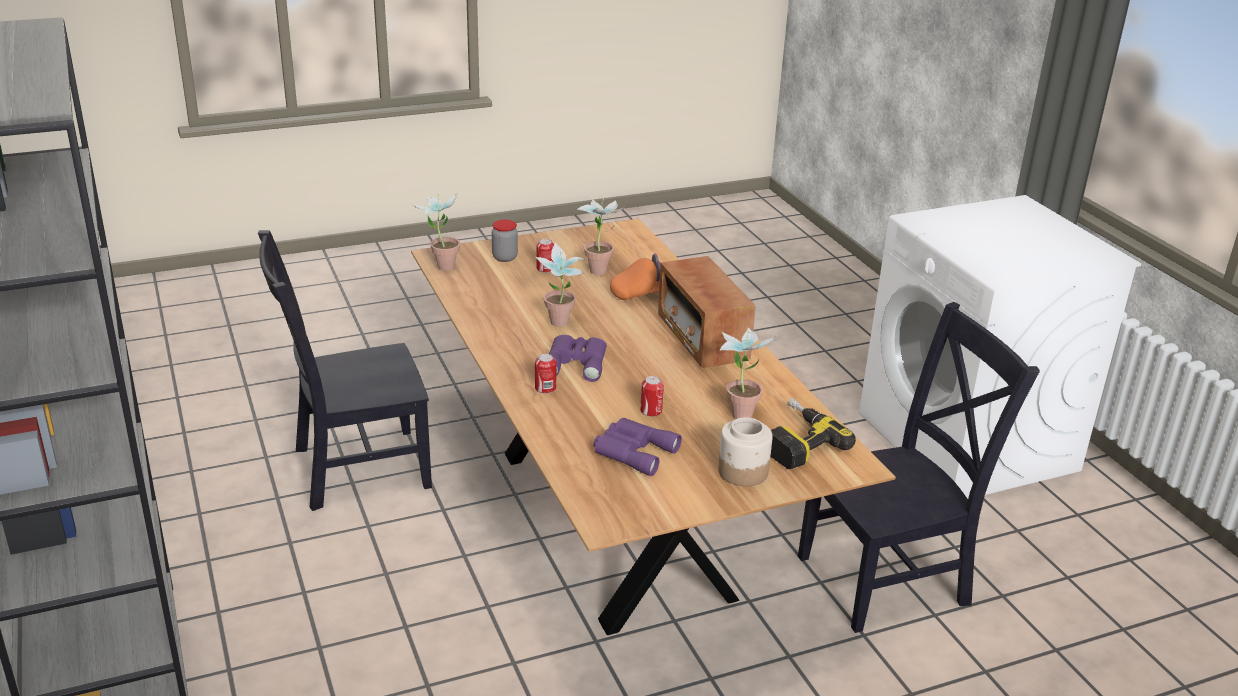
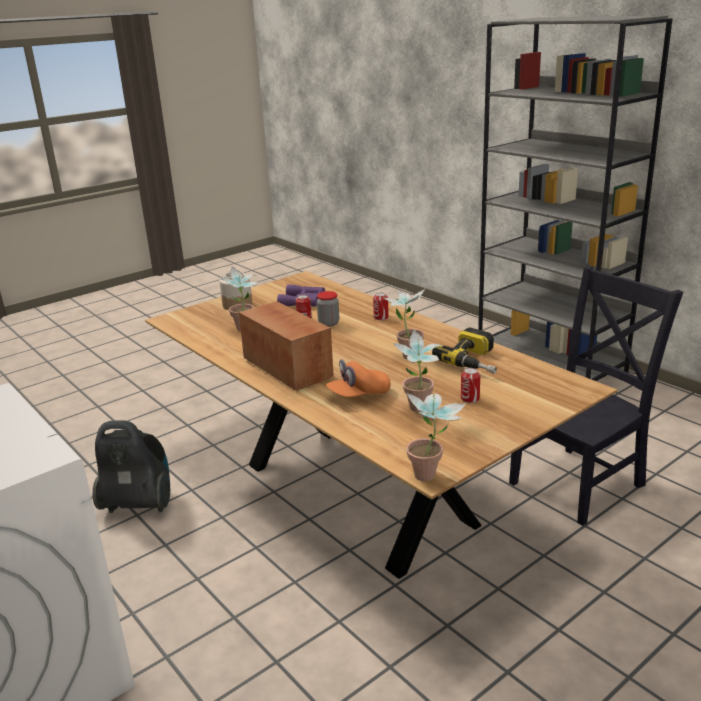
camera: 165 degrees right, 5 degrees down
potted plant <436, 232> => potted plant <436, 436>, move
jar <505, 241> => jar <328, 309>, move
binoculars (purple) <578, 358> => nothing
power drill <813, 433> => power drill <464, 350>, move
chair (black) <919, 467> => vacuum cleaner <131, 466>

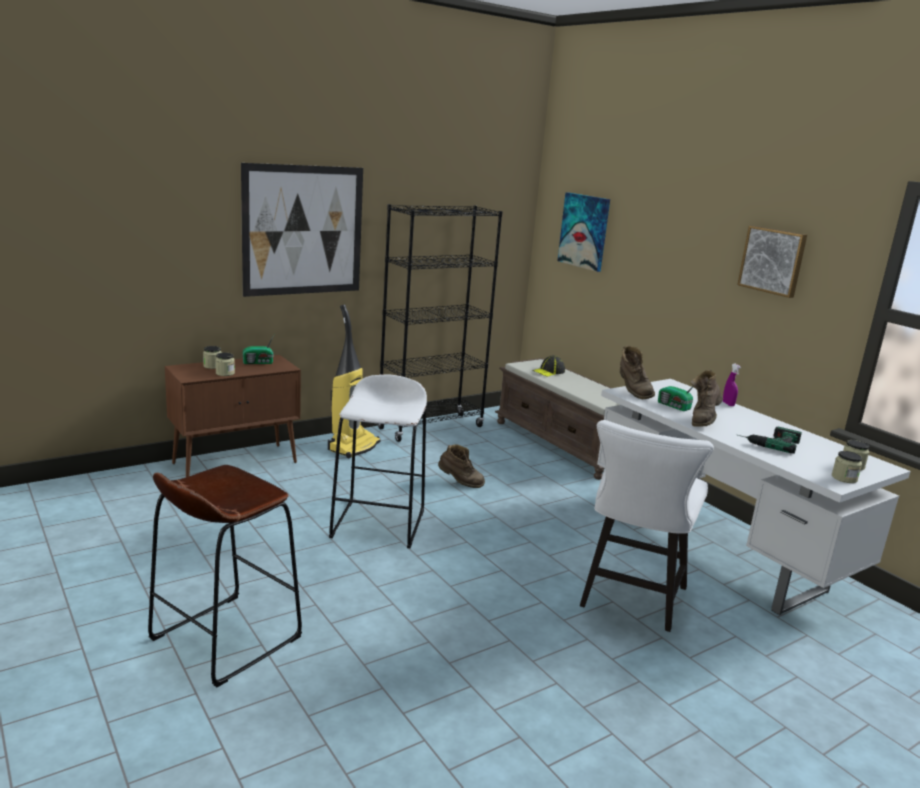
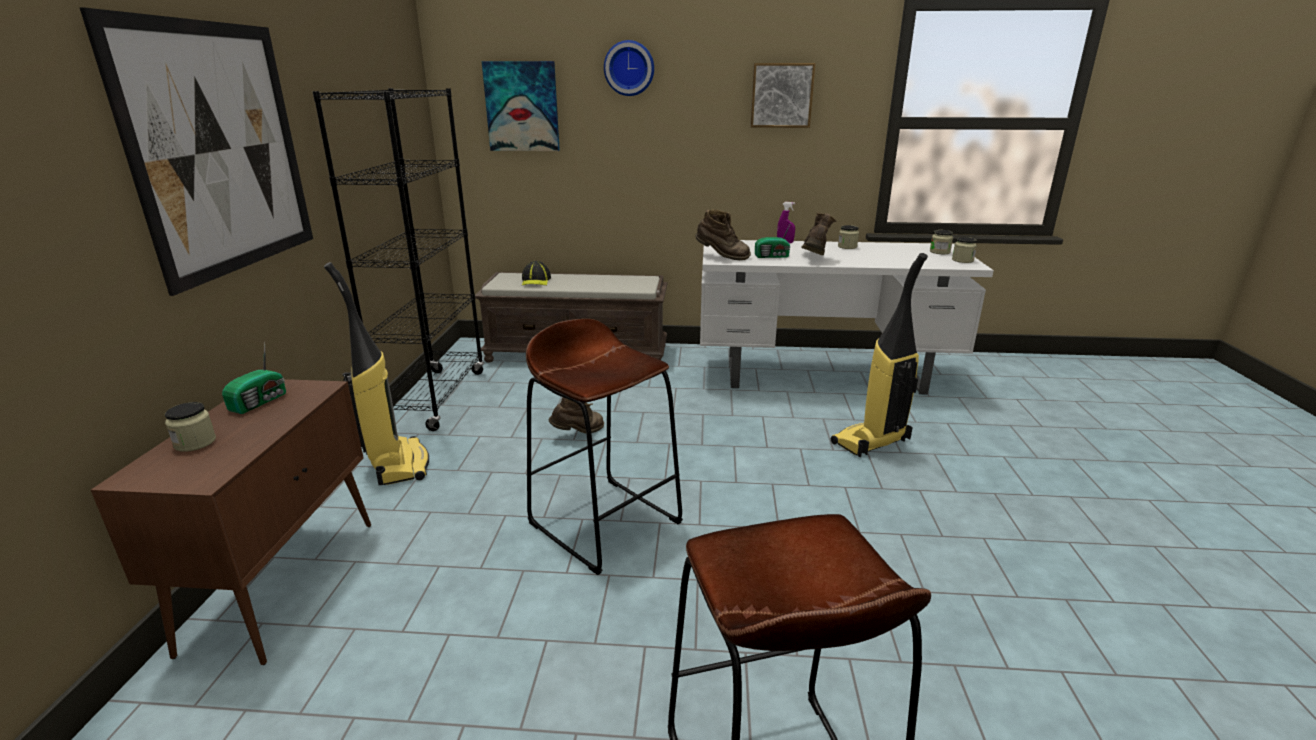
camera: 50 degrees left, 5 degrees up
jar <225, 364> => jar <848, 237>, move
stool (white) <378, 461> => stool (brown) <604, 447>
chair (white) <647, 526> => vacuum cleaner <879, 355>
boot (brown) <706, 398> => boot (brown) <819, 233>, 150 degrees counterclockwise
power drill <770, 440> => nothing
nothing => wall clock <629, 68>

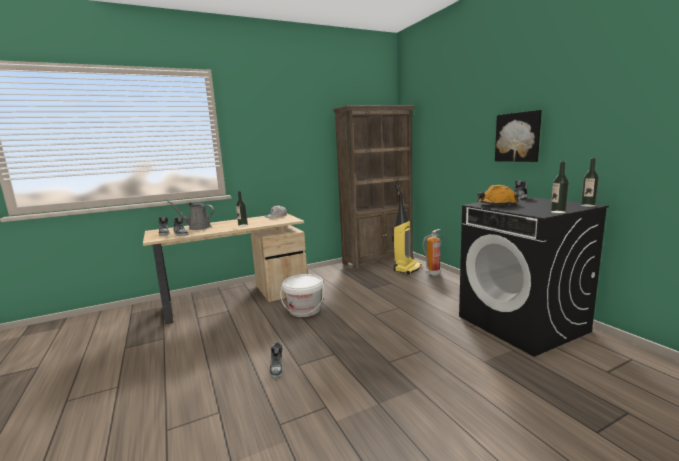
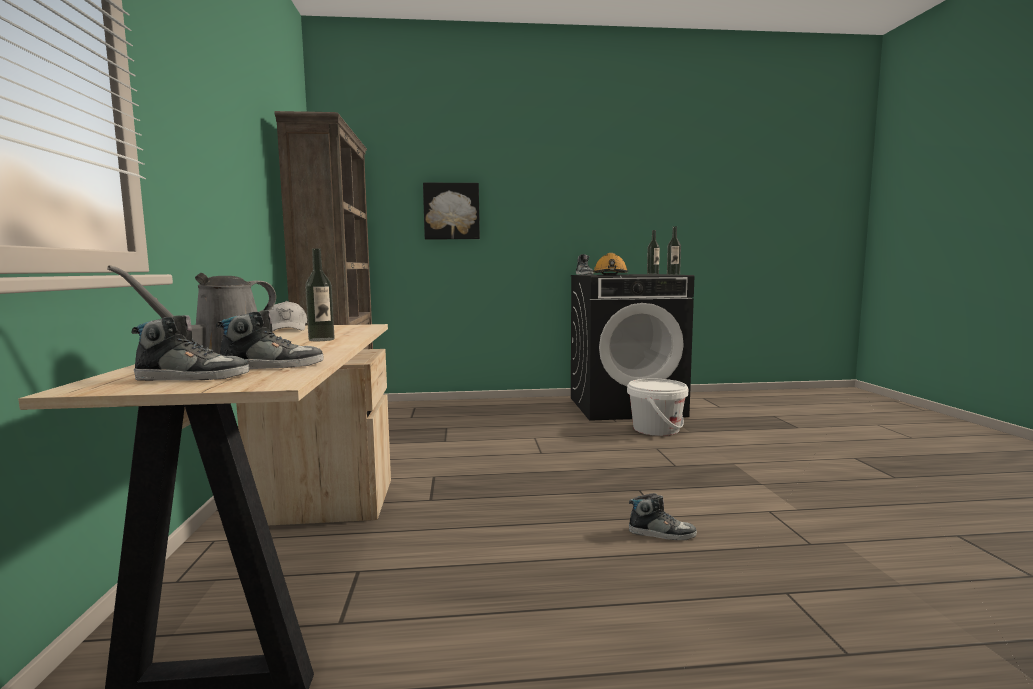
camera: 70 degrees left, 5 degrees down
bucket (white) <302, 295> => bucket (white) <657, 407>, move
vacuum cleaner <407, 229> => nothing
fire extinguisher <431, 252> => nothing
picture <518, 136> => picture <451, 211>, move

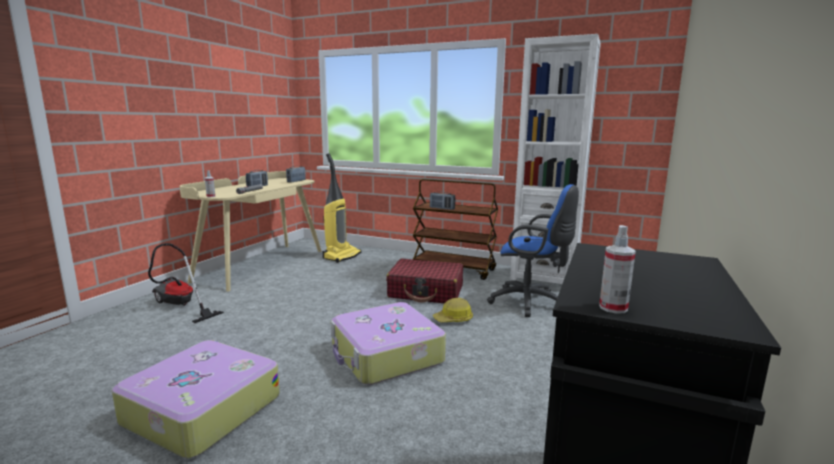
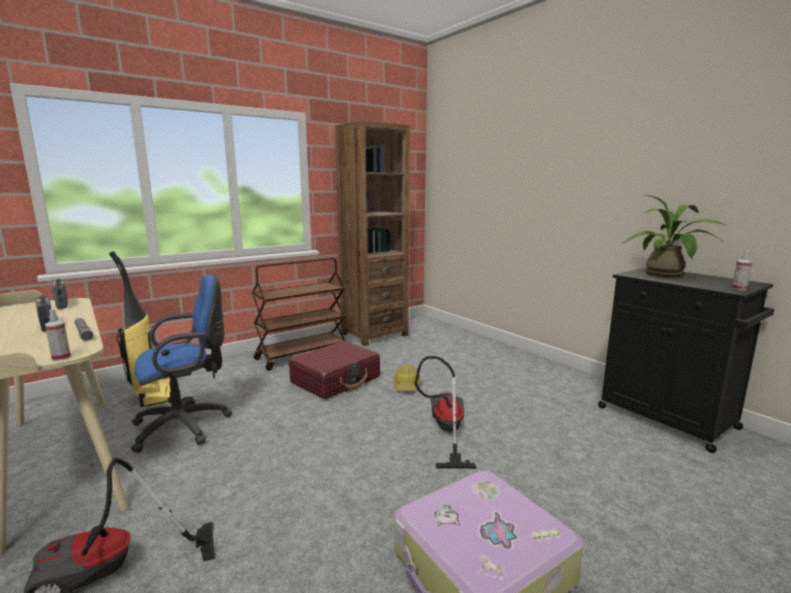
camera: 60 degrees left, 0 degrees up
suitcase <388, 343> => vacuum cleaner <446, 412>
radio <442, 201> => nothing
office chair (blue) <533, 250> => office chair (blue) <181, 363>, move
bookcase (white) <555, 159> => bookcase (brown) <372, 233>
nothing => potted plant <674, 236>

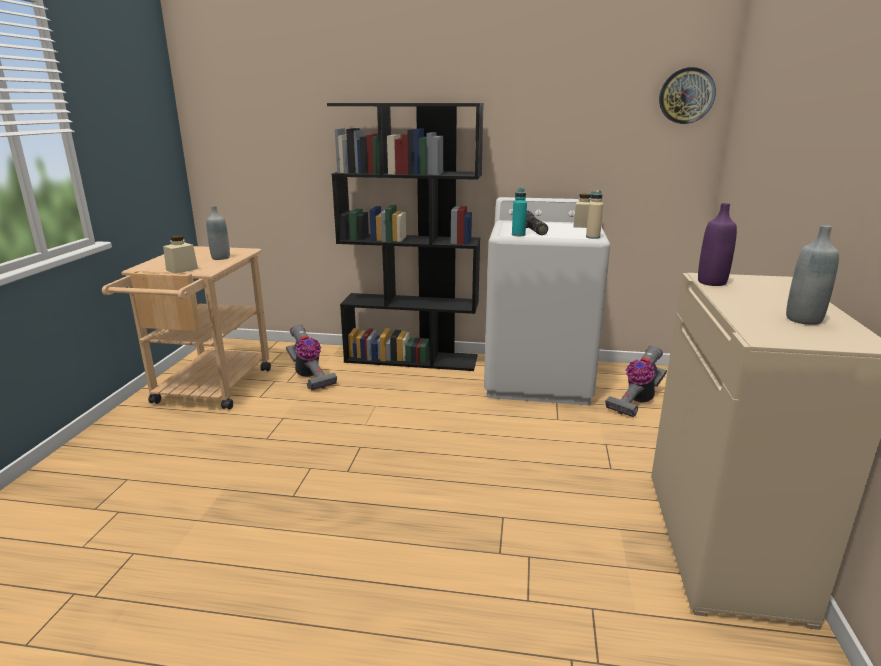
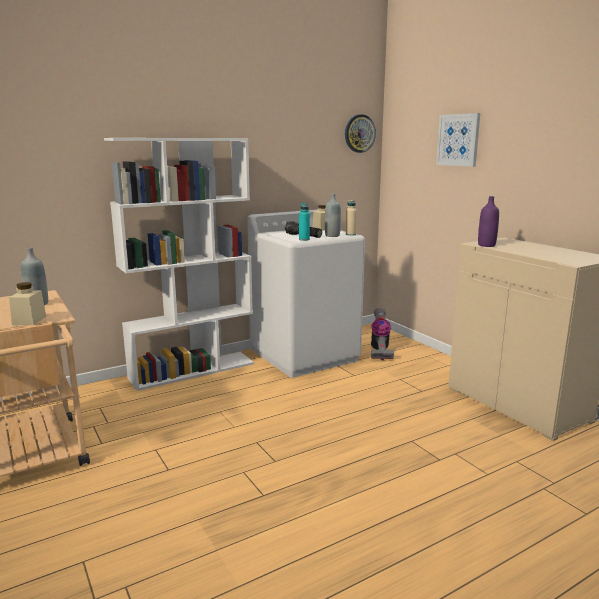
camera: 40 degrees left, 5 degrees down
vacuum cleaner <311, 357> => nothing
bookcase (black) <405, 237> => bookcase (white) <179, 264>
bottle (grey) <812, 275> => bottle (grey) <333, 215>, move
nothing => picture <458, 140>

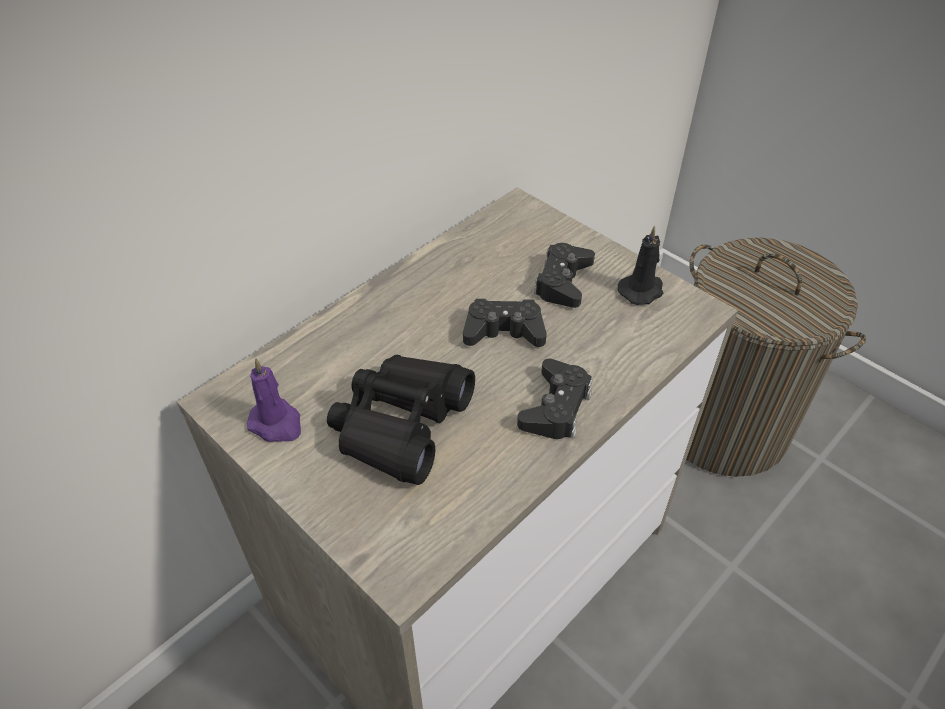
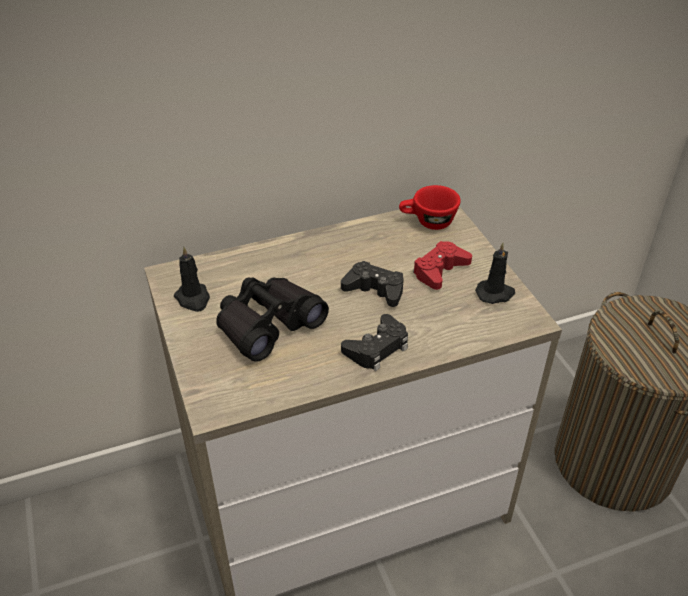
camera: 25 degrees right, 5 degrees down
candle (purple) <274, 400> => candle (black) <192, 279>
game controller (black) <564, 275> => game controller (red) <442, 265>
nothing => cup (red) <430, 207>

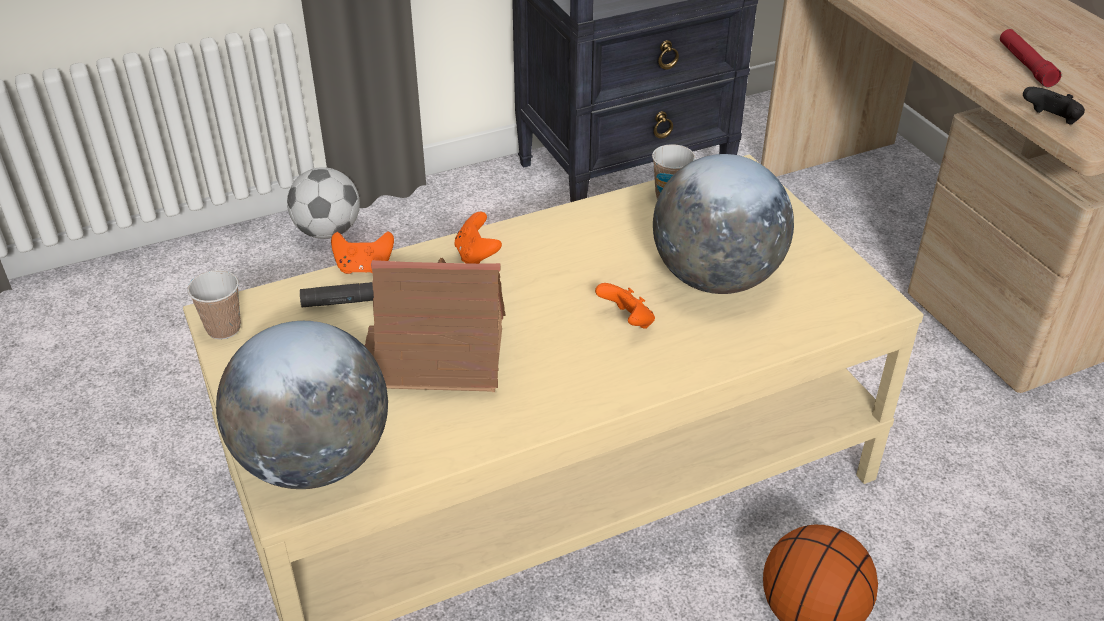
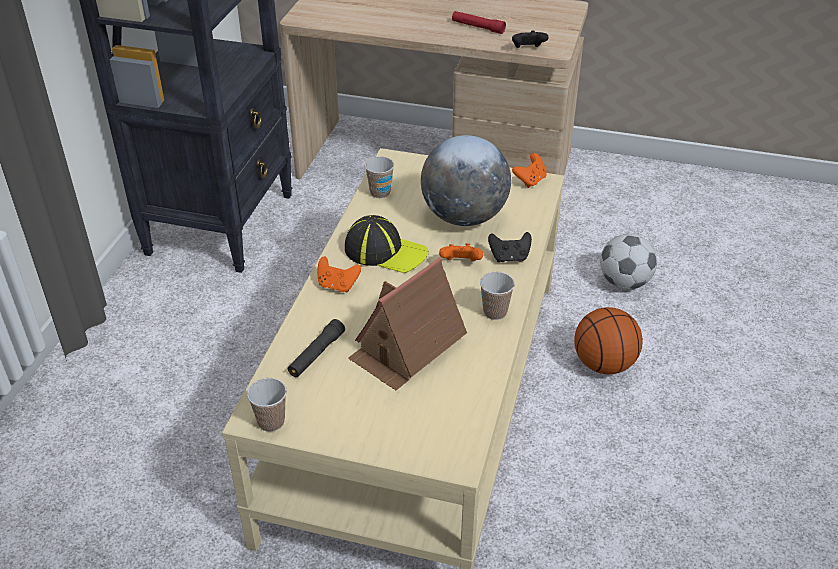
camera: 50 degrees left, 0 degrees up
globe <302, 405> => nothing
football <323, 203> => football <628, 261>, move
game controller (orange) <362, 252> => game controller (orange) <529, 170>, move
nothing => cap <387, 244>
nothing => cup <497, 296>
nothing => game controller (black) <510, 247>

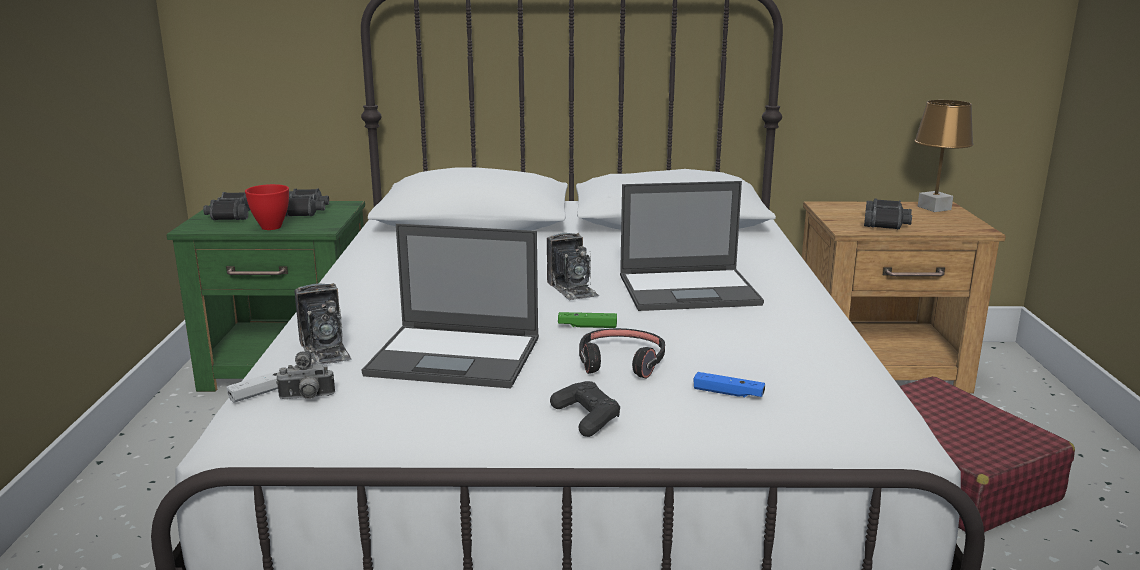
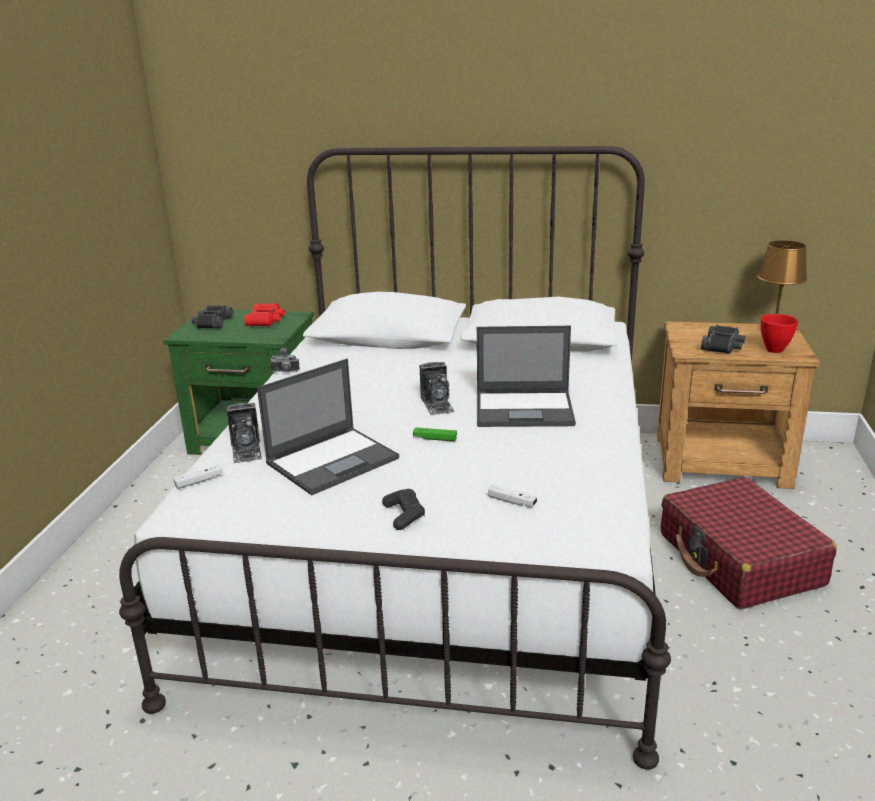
camera: 10 degrees right, 5 degrees up
bowl (red) <267, 207> => bowl (red) <779, 333>, move
photo camera <305, 374> => photo camera <285, 360>, move
binoculars (black) <307, 202> => binoculars (red) <264, 314>
laptop <450, 305> => laptop <328, 427>, 60 degrees counterclockwise
headphones (black) <622, 353> => nothing
game controller (blue) <729, 385> => game controller (white) <512, 495>

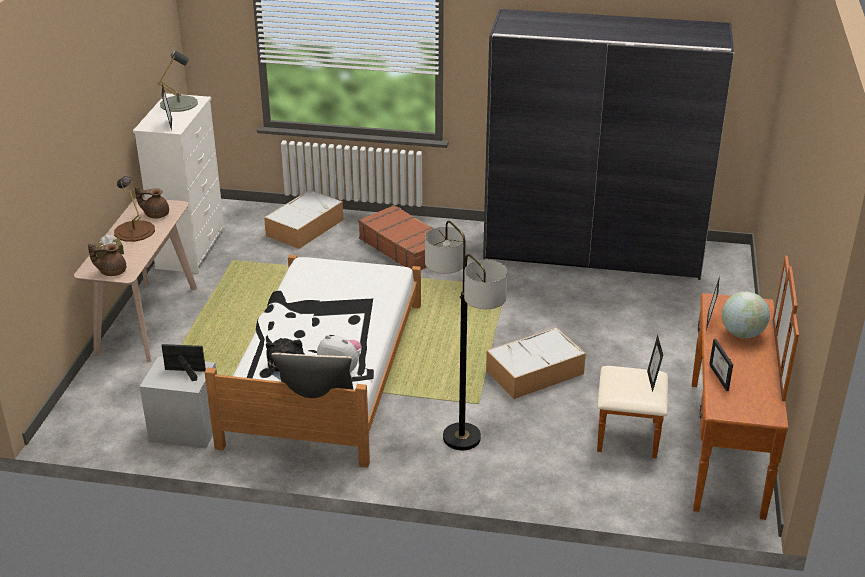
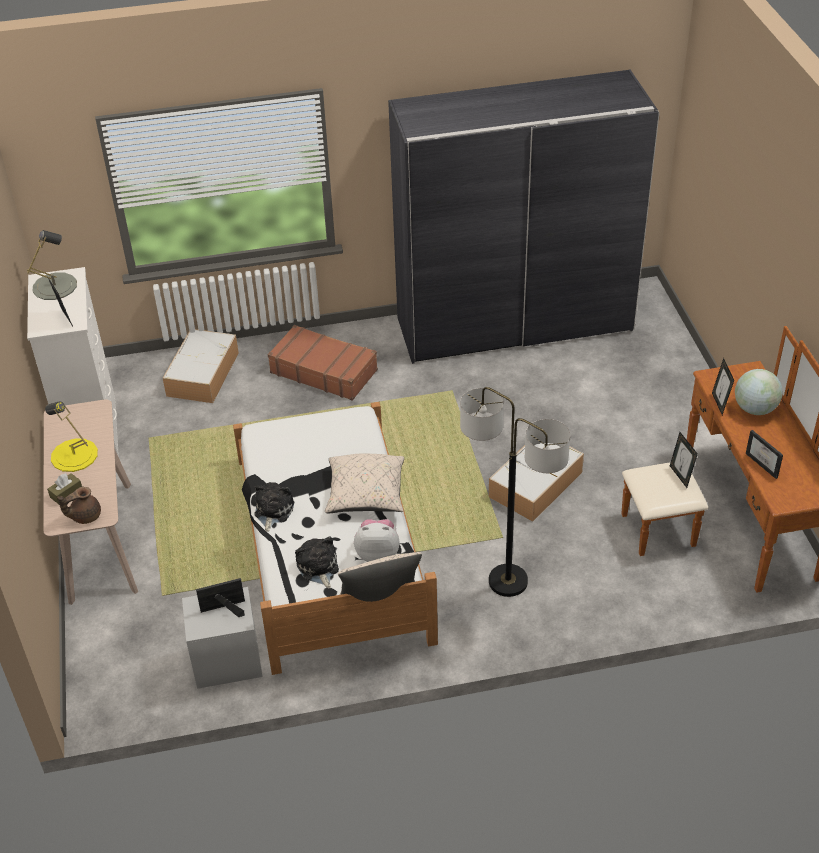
camera: 20 degrees left, 10 degrees up
table lamp (brown) <134, 209> => table lamp (yellow) <71, 436>
teapot (brown) <152, 202> => nothing
nothing => plush toy <274, 507>
nothing => pillow (beige) <364, 483>

